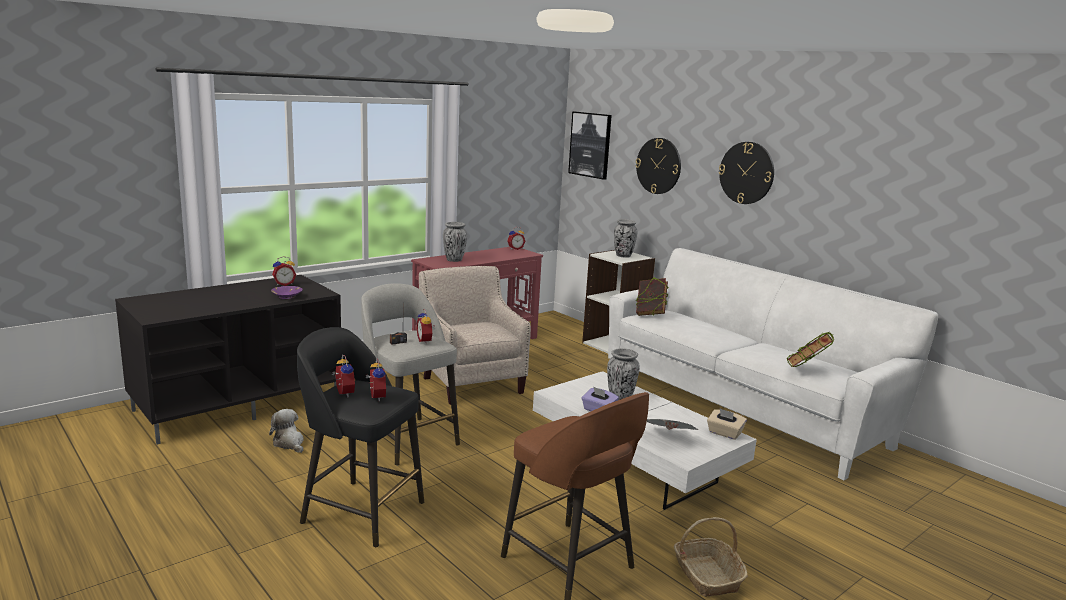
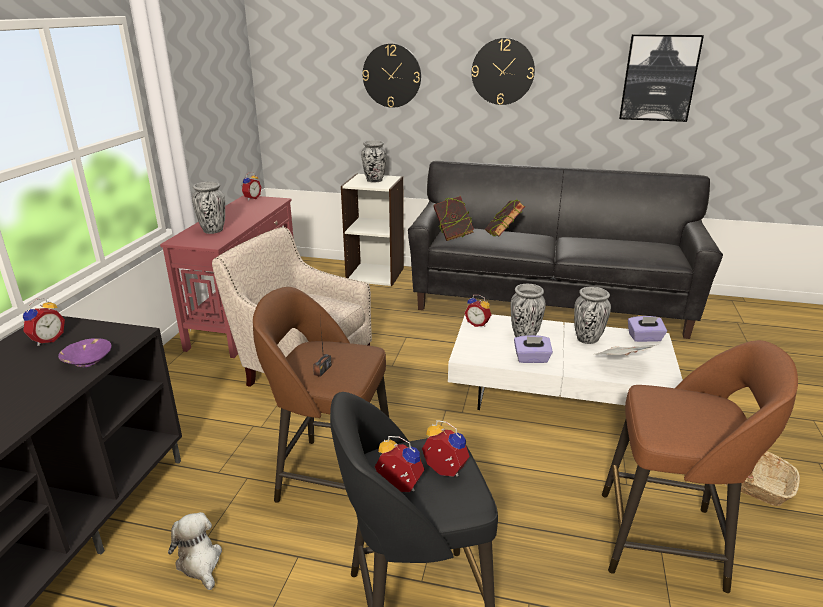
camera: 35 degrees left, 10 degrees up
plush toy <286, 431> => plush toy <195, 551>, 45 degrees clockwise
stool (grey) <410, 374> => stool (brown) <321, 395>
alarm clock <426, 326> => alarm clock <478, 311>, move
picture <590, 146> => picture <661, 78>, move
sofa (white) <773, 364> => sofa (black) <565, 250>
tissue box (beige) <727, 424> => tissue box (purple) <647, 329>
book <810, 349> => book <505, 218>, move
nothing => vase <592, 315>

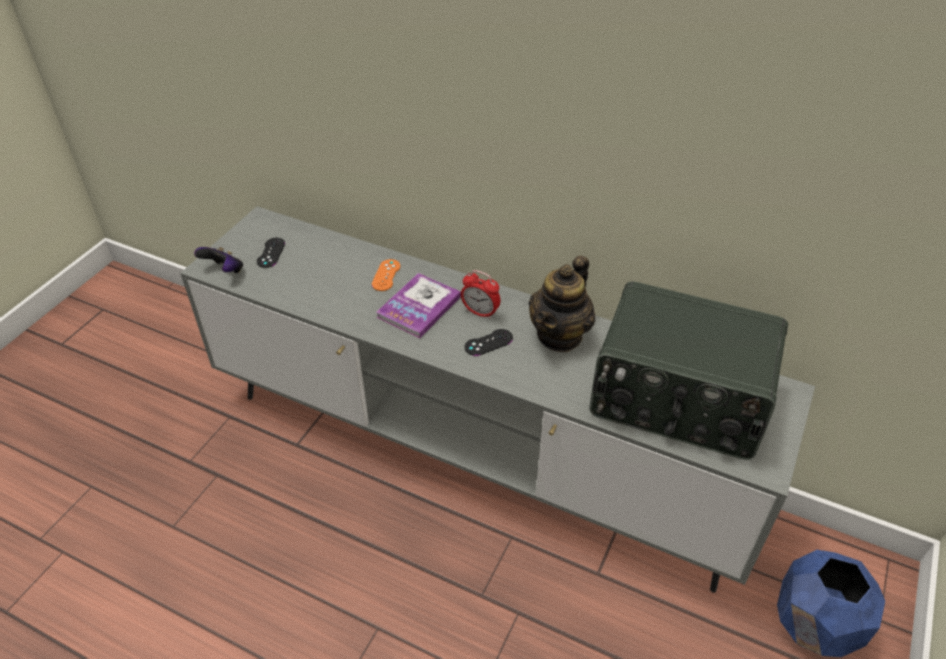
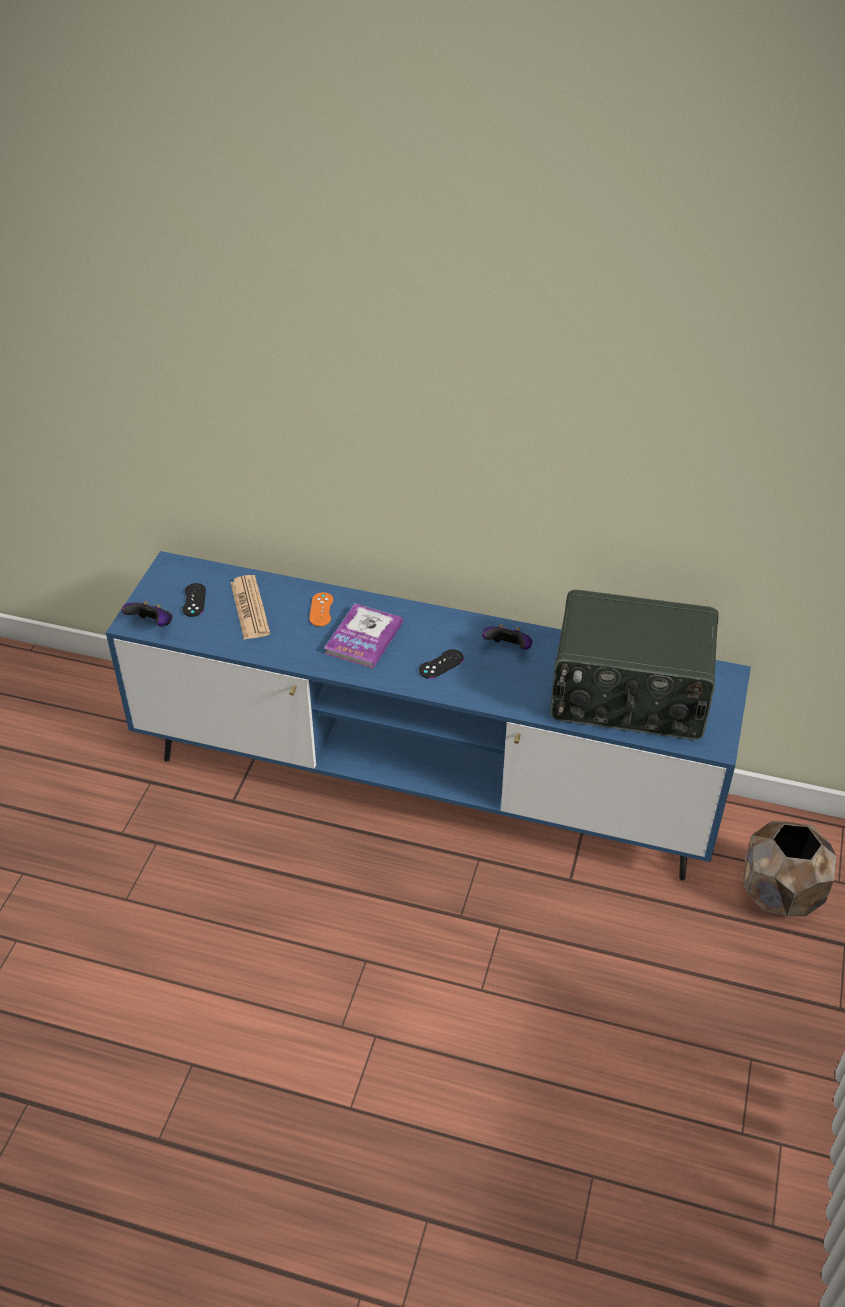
camera: 10 degrees left, 0 degrees up
tv stand (grey) <497, 399> => tv stand (blue) <428, 715>
alarm clock <481, 294> => nothing
teapot <561, 303> => game controller <507, 637>
planter (blue) <831, 603> => planter (brown) <789, 869>
nothing => newspaper <250, 607>

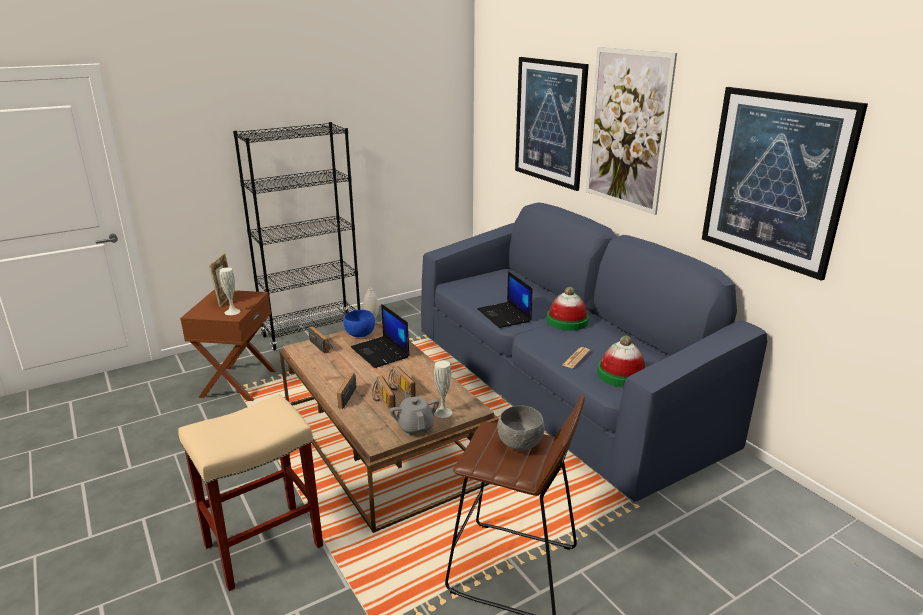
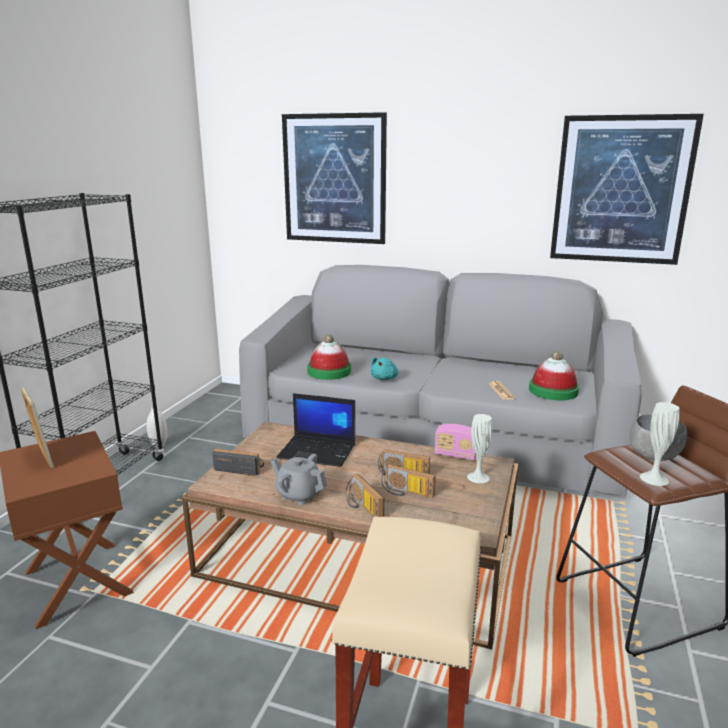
camera: 40 degrees left, 5 degrees down
vase (white) <230, 291> => vase (white) <660, 444>, move
bowl (blue) <359, 323> => nothing
teapot (grey) <414, 413> => teapot (grey) <298, 479>, move
sofa (blue) <594, 352> => sofa (grey) <440, 381>
laptop <504, 299> => plush toy (turquoise) <385, 368>
hat <568, 309> => hat <329, 357>, move
picture <631, 131> => nothing
nothing => radio <455, 442>

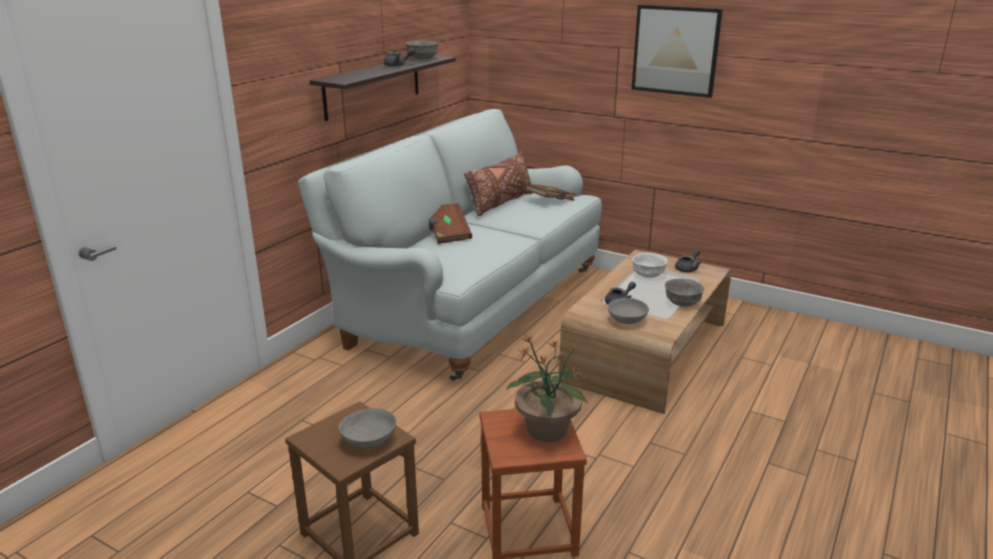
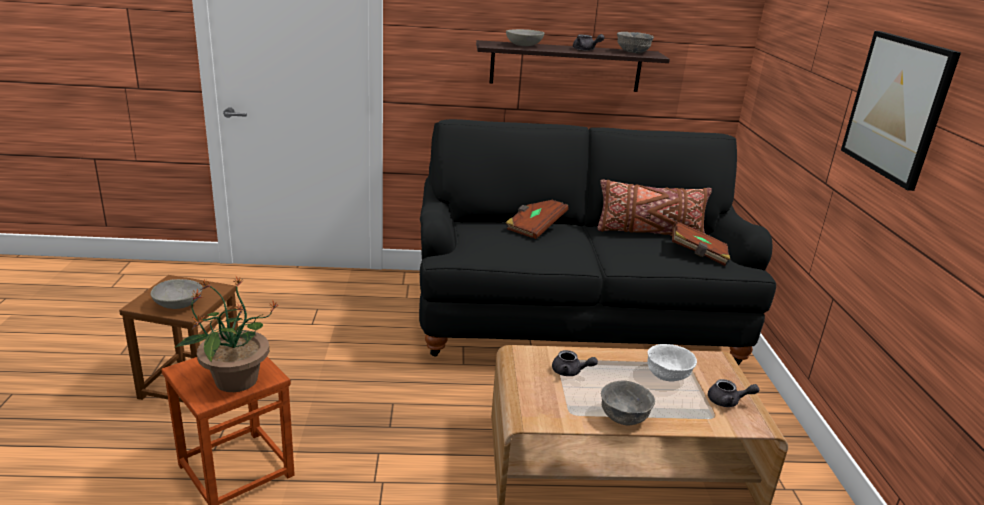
camera: 55 degrees right, 0 degrees up
sofa (white) <450, 245> => sofa (black) <597, 242>
bowl (grey) <628, 311> => bowl (grey) <525, 37>, move

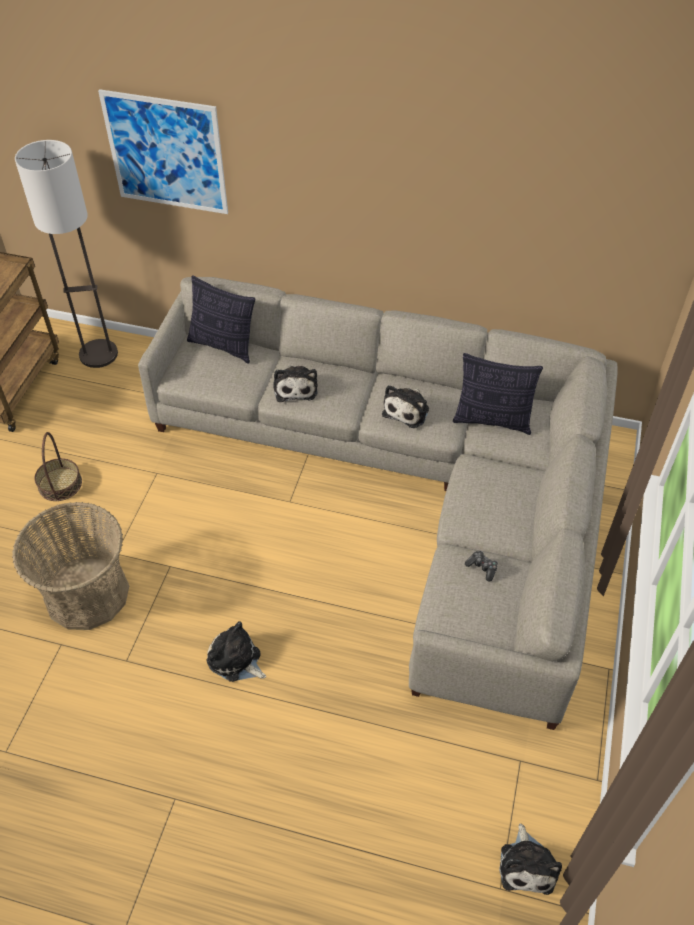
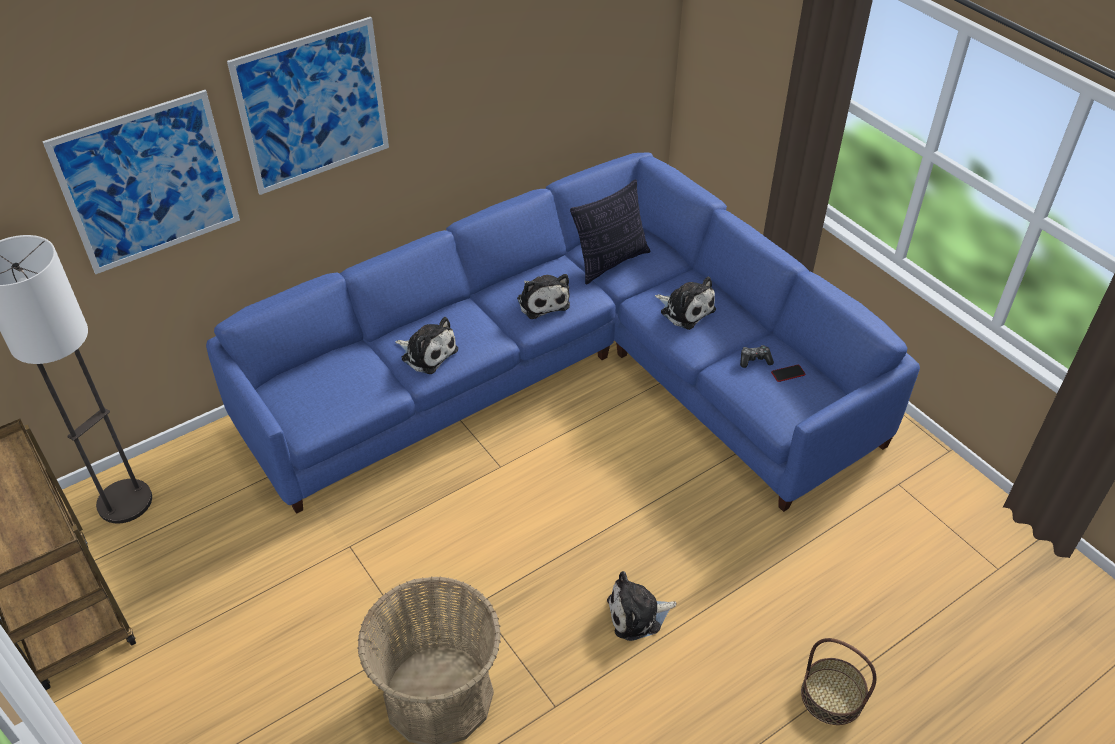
camera: 50 degrees left, 5 degrees down
basket <58, 466> => basket <838, 681>, move
sofa (grey) <377, 503> => sofa (blue) <563, 333>
pillow <221, 319> => nothing
plush toy <530, 859> => plush toy <685, 303>, move
nothing => picture <308, 106>
nothing => phone <788, 373>

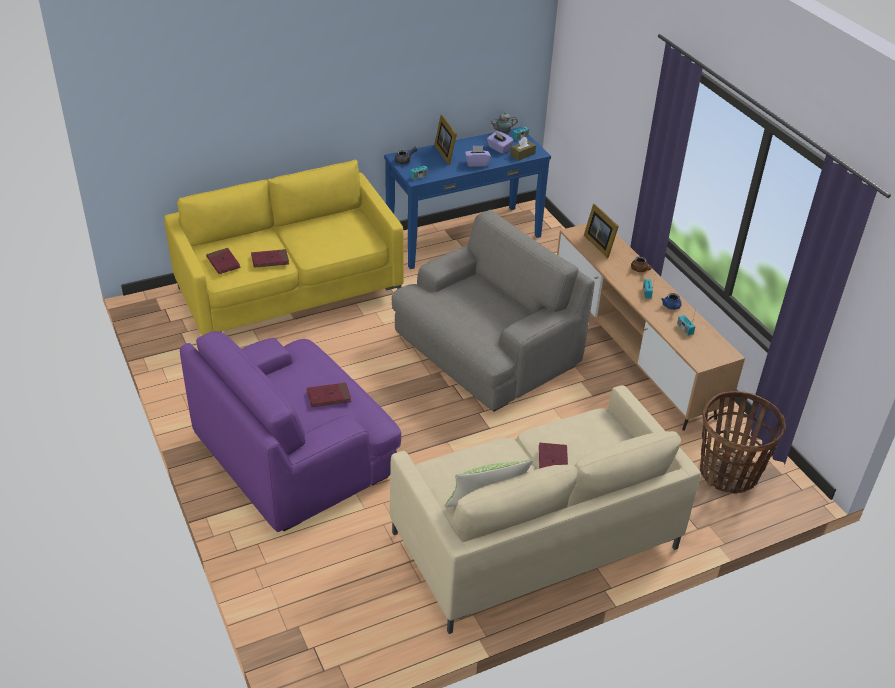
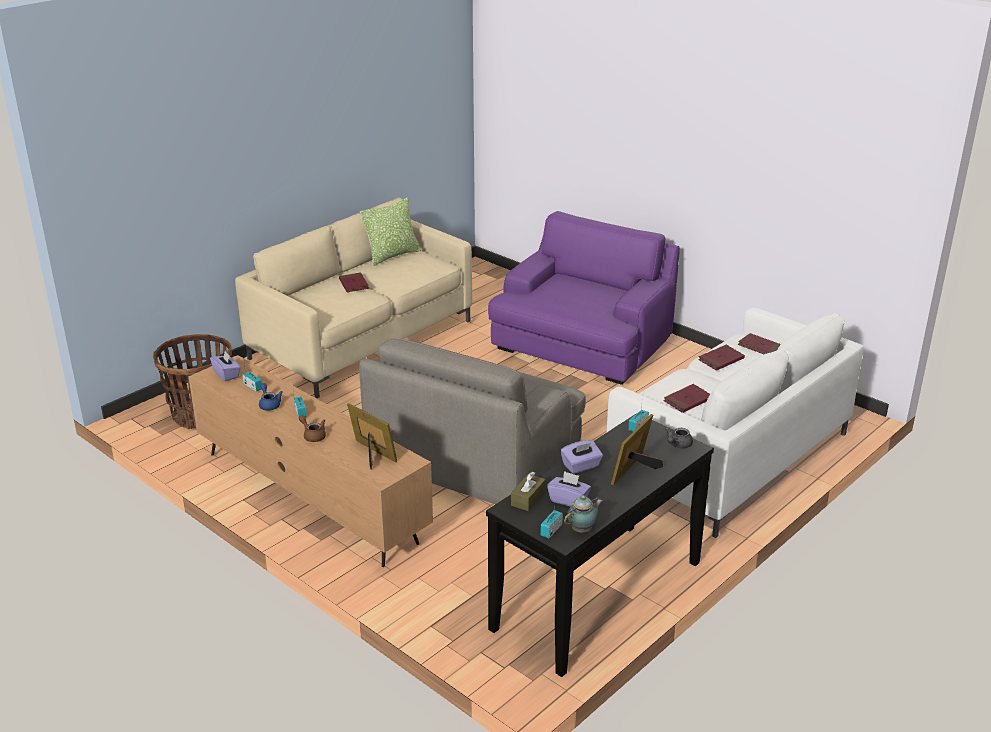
camera: 160 degrees right, 10 degrees down
sofa (yellow) <284, 247> => sofa (white) <735, 422>
book (red) <329, 395> => book (red) <687, 398>, move
console table (blue) <467, 198> => console table (black) <600, 545>
picture frame <445, 140> => picture frame <637, 449>, 105 degrees counterclockwise
nothing => tissue box (purple) <225, 366>

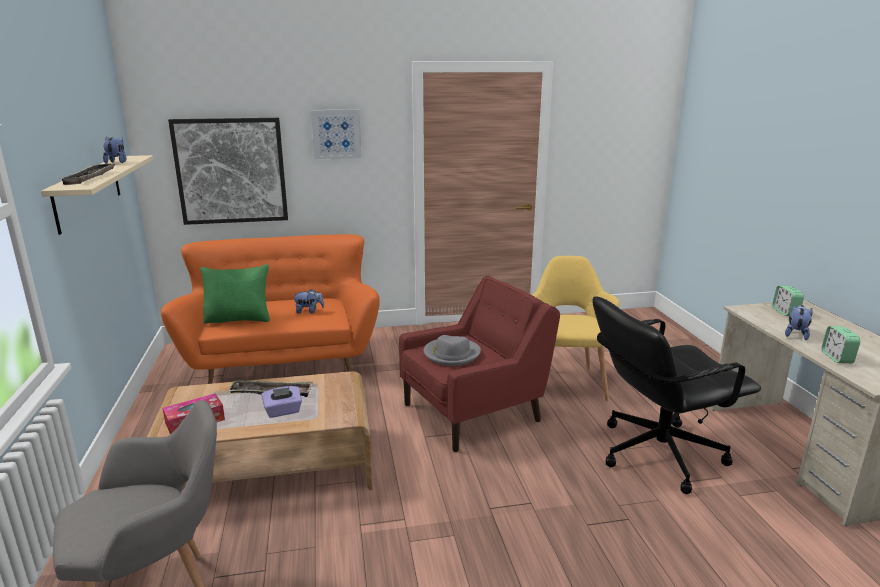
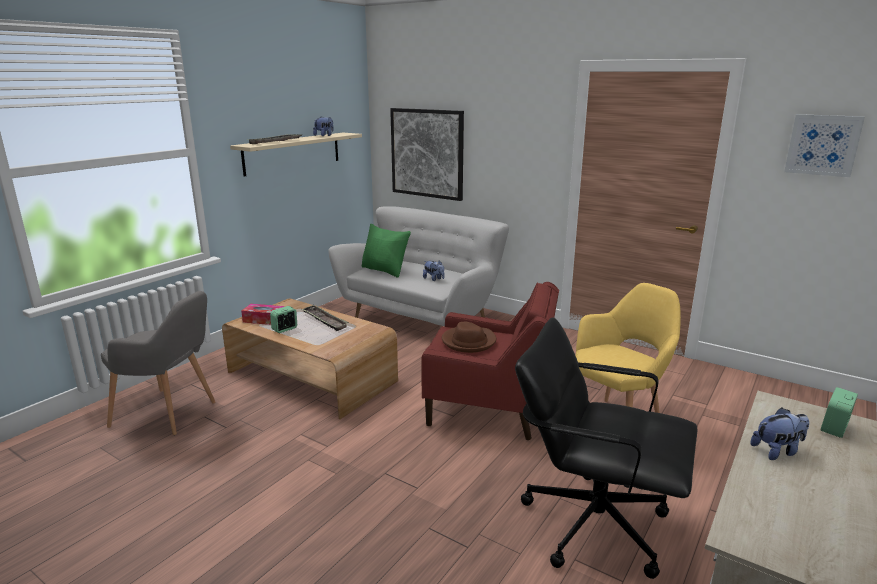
camera: 45 degrees right, 0 degrees up
sofa (orange) <270, 309> => sofa (white) <418, 266>
tissue box (purple) <281, 402> => nothing
picture <336, 134> => picture <824, 145>, move
hat (grey) <452, 350> => hat (brown) <469, 337>
alarm clock <841, 344> => alarm clock <283, 319>, move

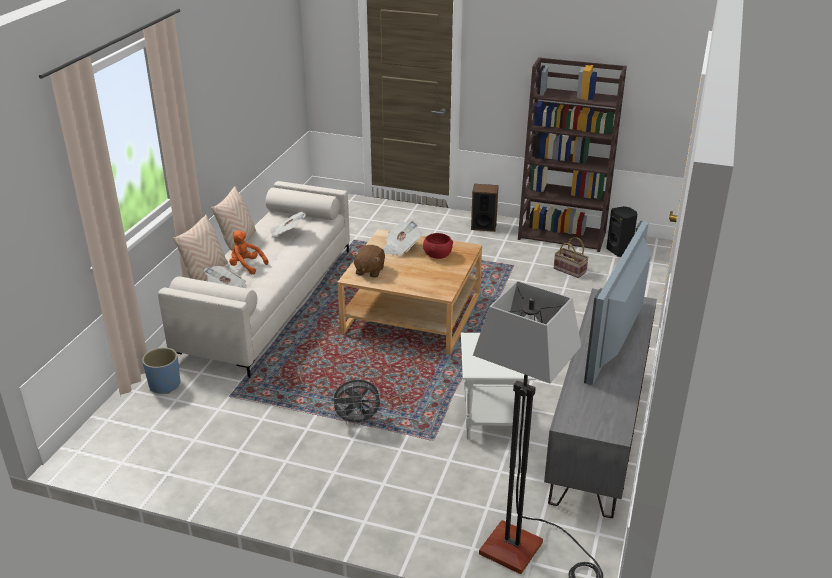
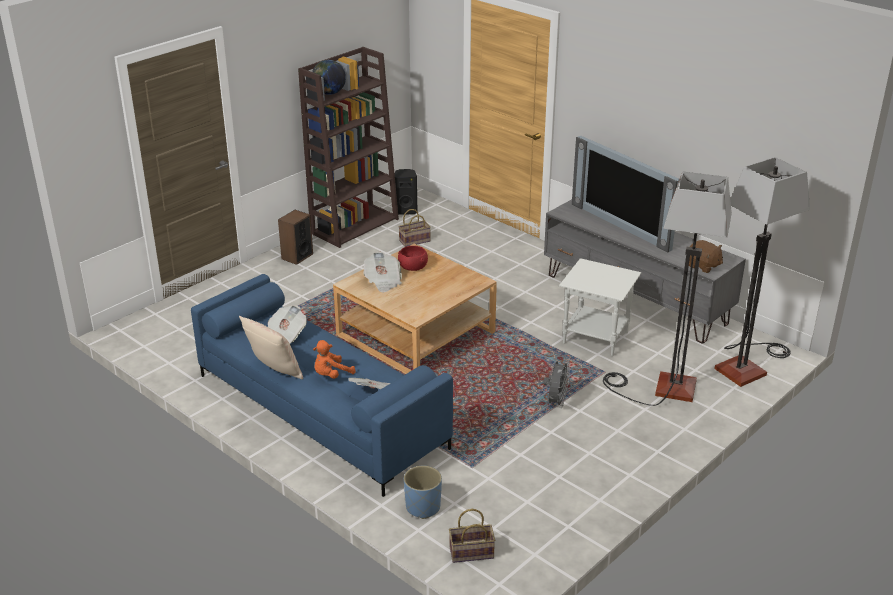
camera: 65 degrees left, 0 degrees up
sofa (white) <254, 279> => sofa (blue) <322, 385>
pillow (beige) <200, 247> => nothing
plush toy (brown) <368, 261> => plush toy (brown) <706, 256>, move
nothing => globe <329, 77>
nothing => basket <472, 536>
nothing => floor lamp <667, 288>

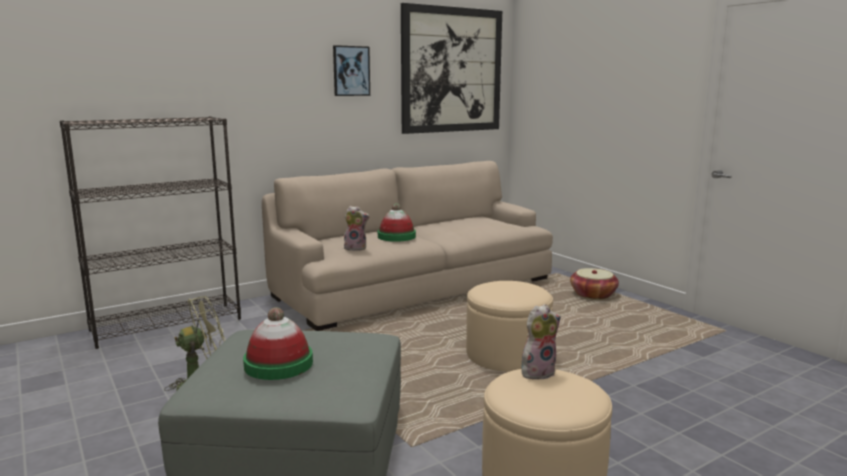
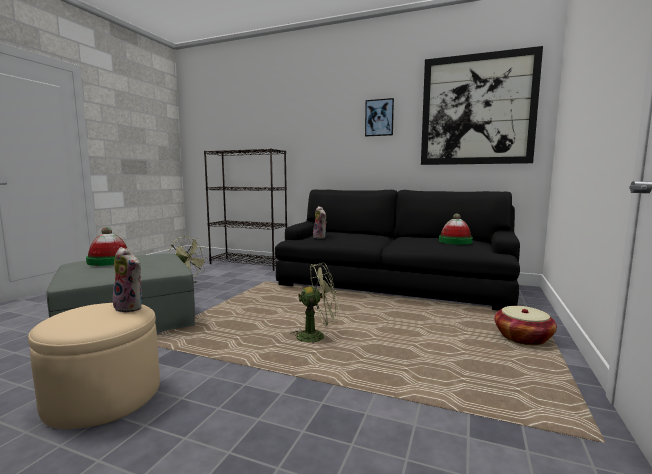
camera: 55 degrees right, 5 degrees down
sofa (beige) <407, 246> => sofa (black) <397, 250>
hat <397, 222> => hat <456, 229>, move
ottoman (beige) <509, 326> => fan (green) <315, 303>

